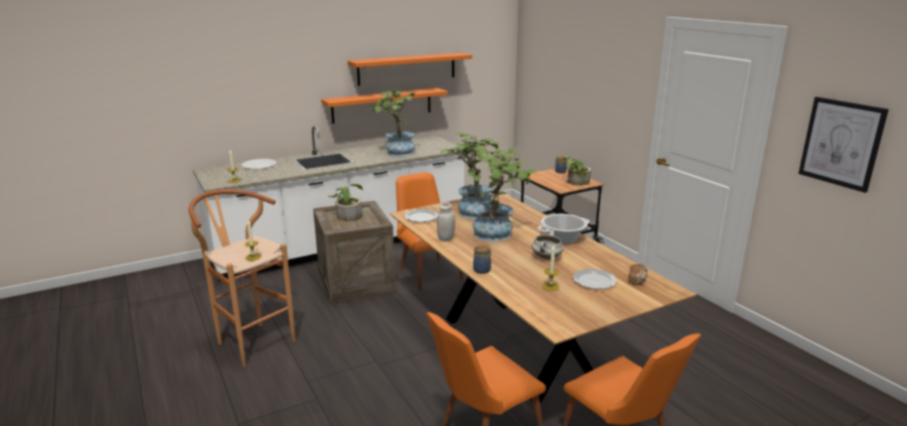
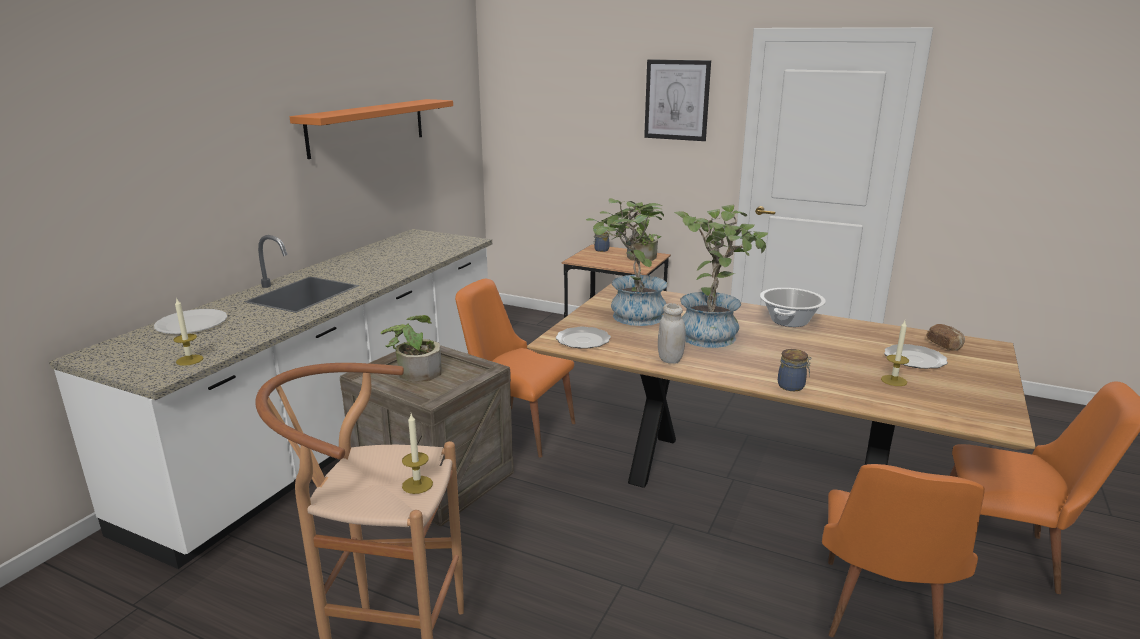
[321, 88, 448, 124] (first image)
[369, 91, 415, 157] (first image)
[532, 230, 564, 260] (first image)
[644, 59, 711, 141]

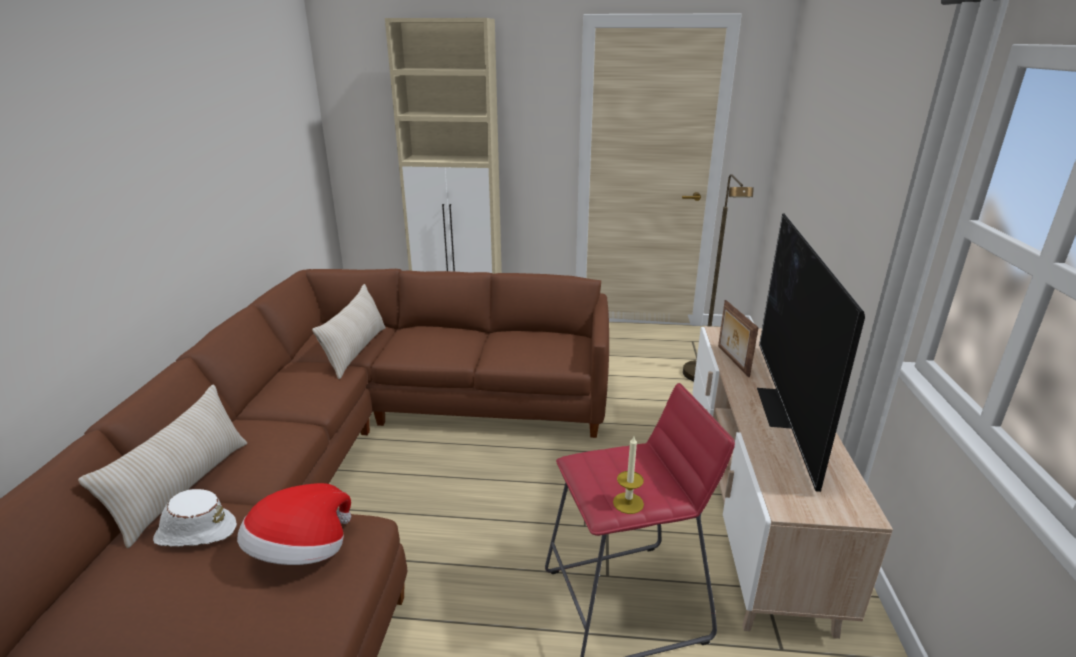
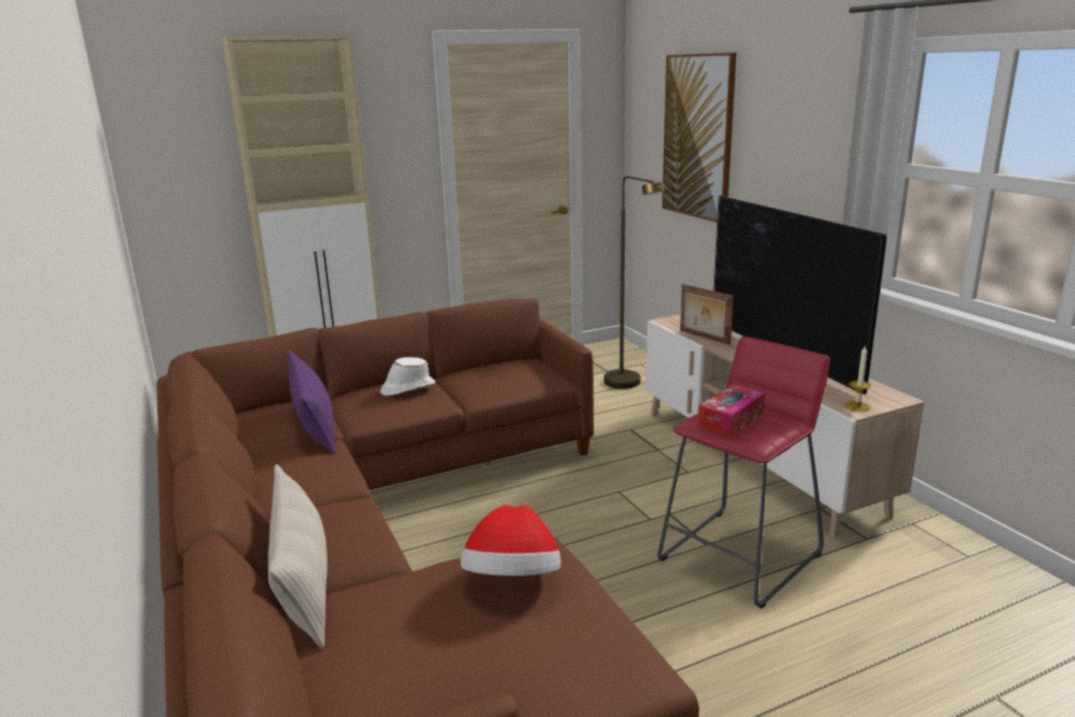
[380, 357, 435, 396]
[288, 350, 335, 454]
[844, 346, 871, 412]
[662, 53, 736, 222]
[698, 384, 765, 437]

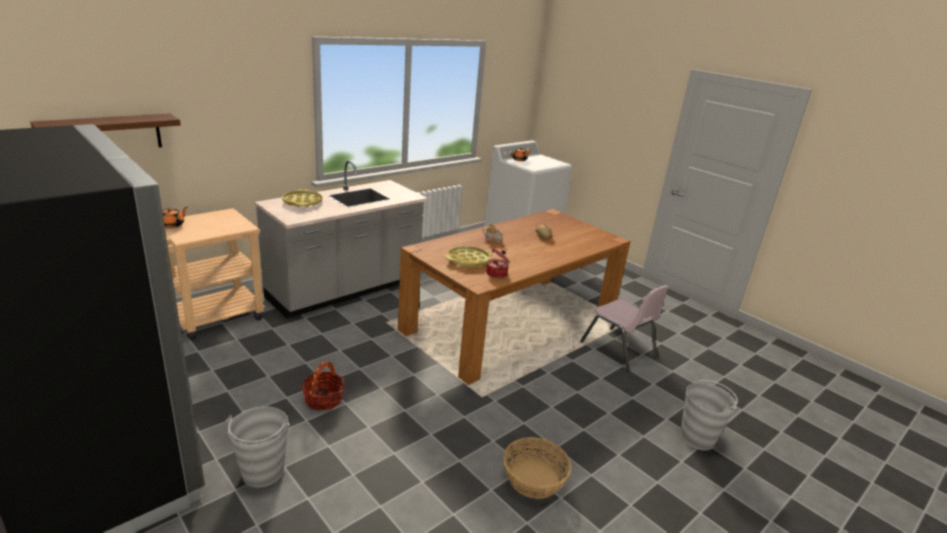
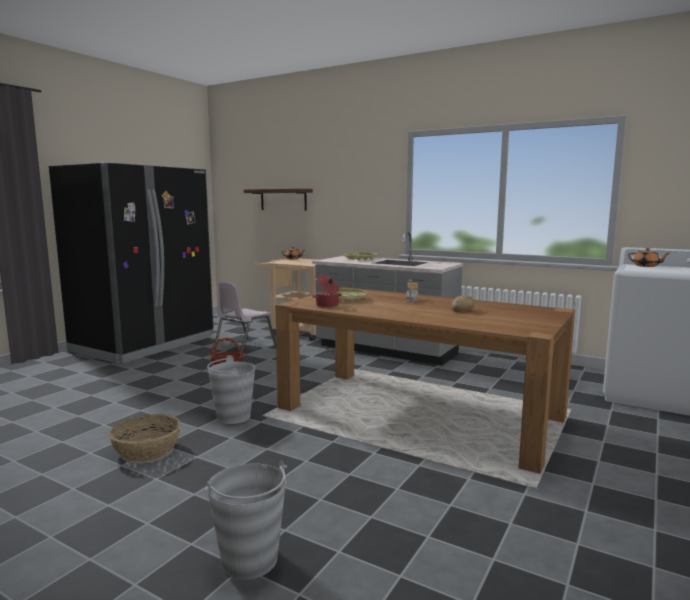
[207, 355, 255, 424]
[214, 282, 276, 352]

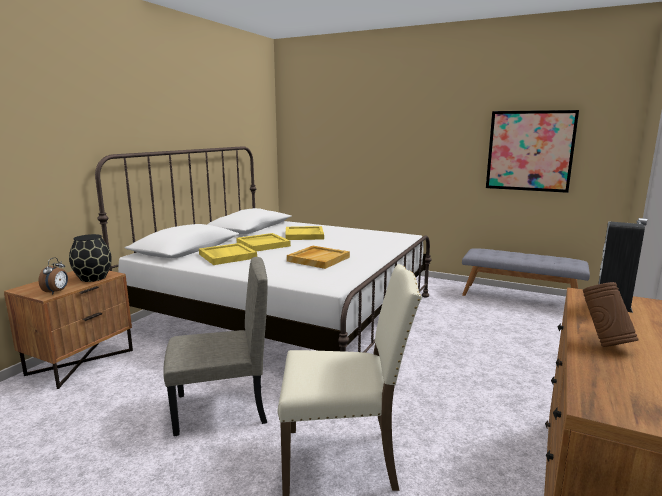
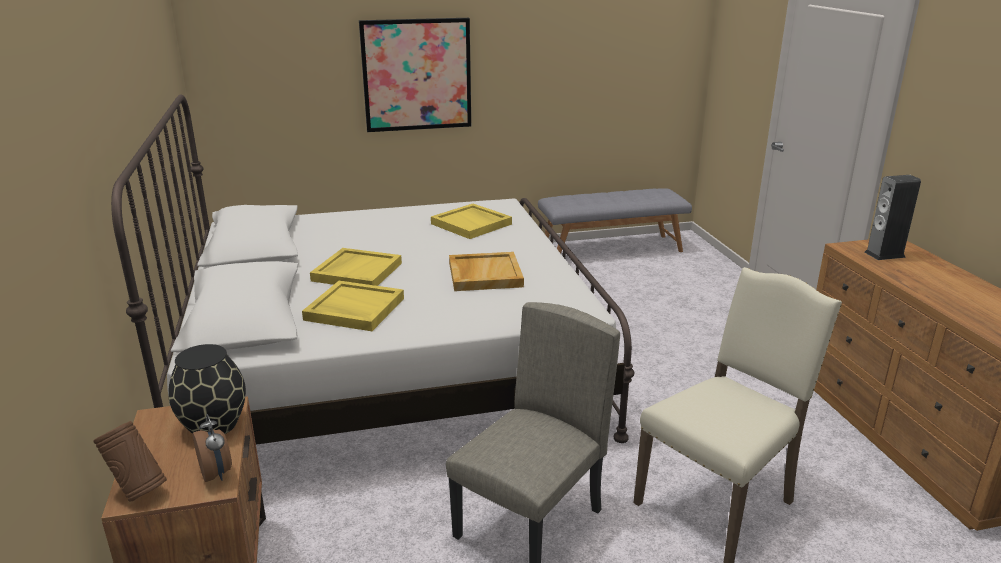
[431, 204, 512, 239]
[359, 18, 471, 132]
[93, 421, 167, 502]

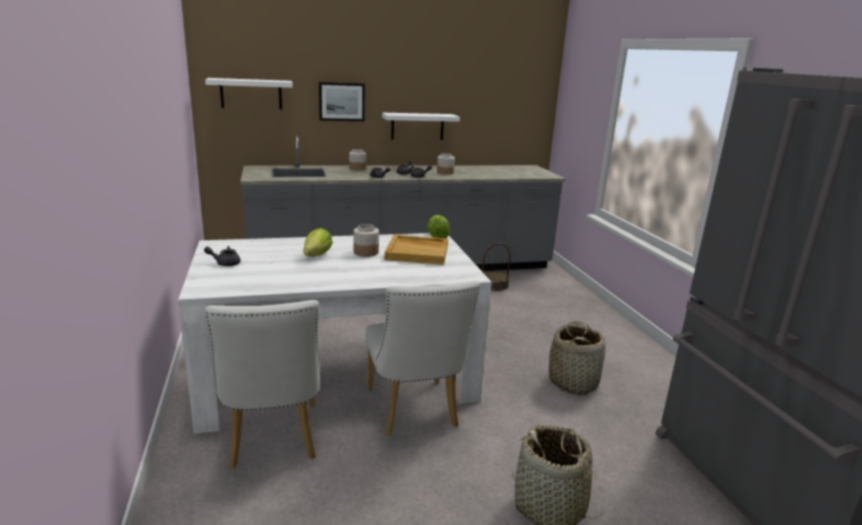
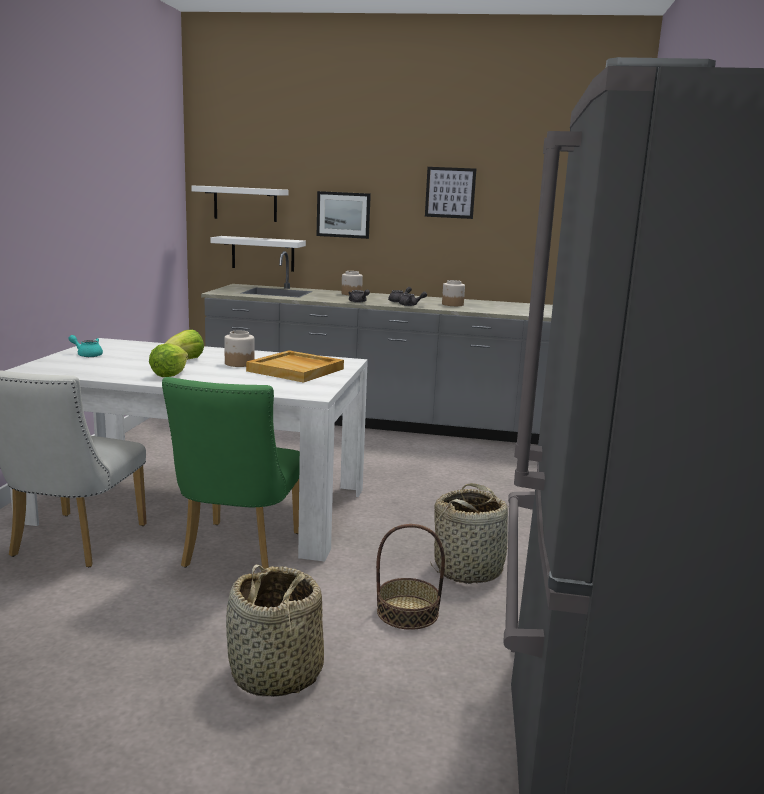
[68, 335, 103, 357]
[162, 377, 300, 569]
[210, 236, 306, 272]
[149, 343, 188, 377]
[376, 524, 445, 630]
[425, 167, 476, 219]

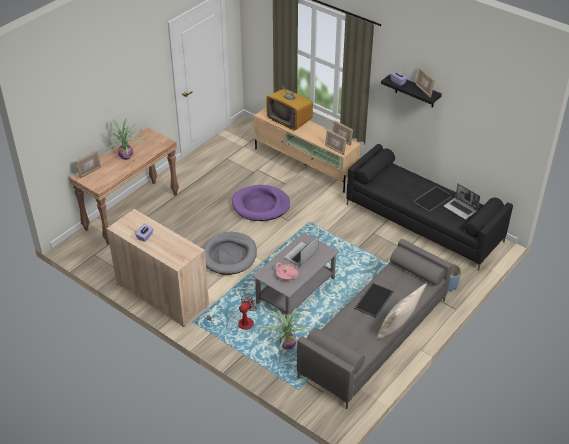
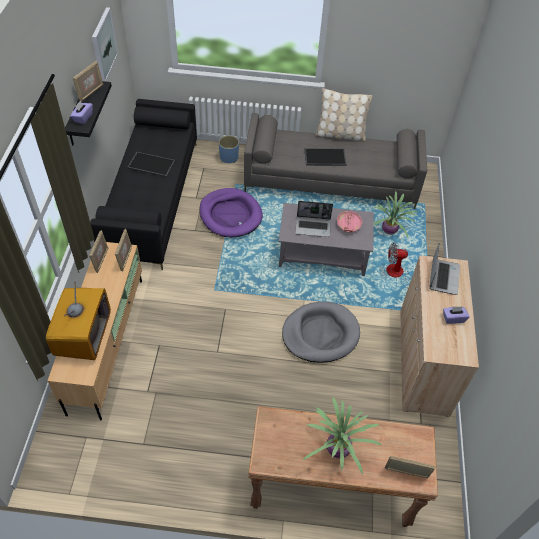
[199, 188, 263, 237]
[429, 242, 460, 295]
[92, 7, 118, 82]

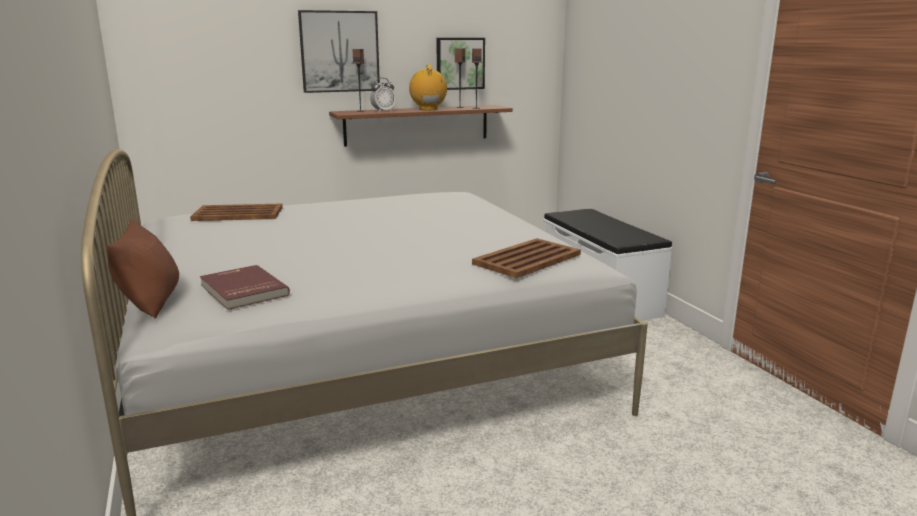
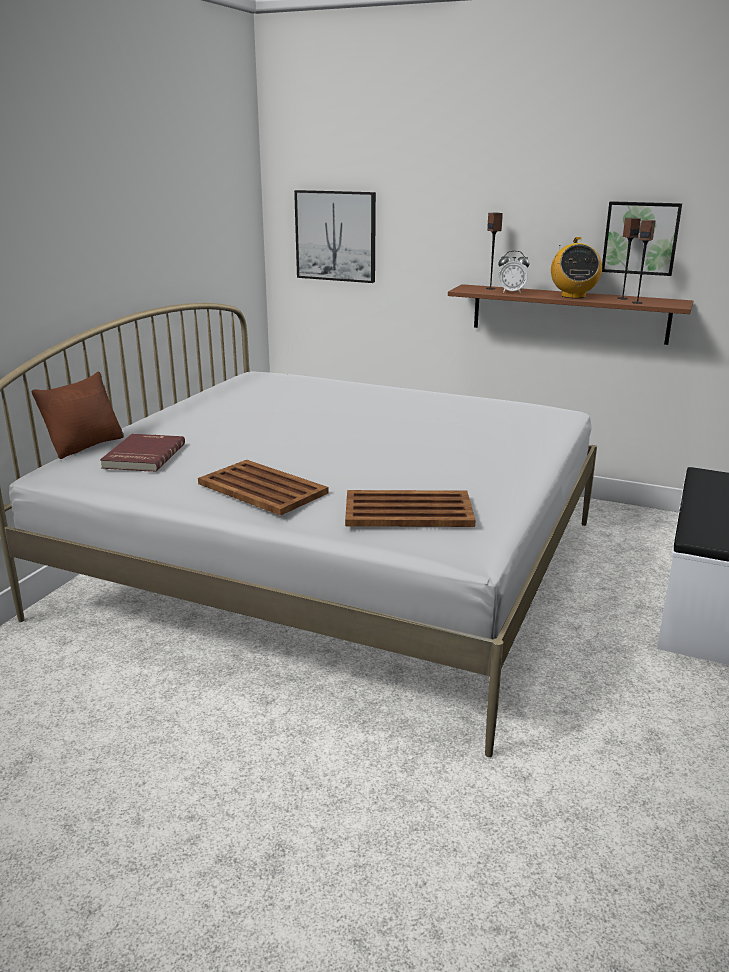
[198, 460, 329, 516]
[294, 190, 376, 283]
[551, 237, 602, 299]

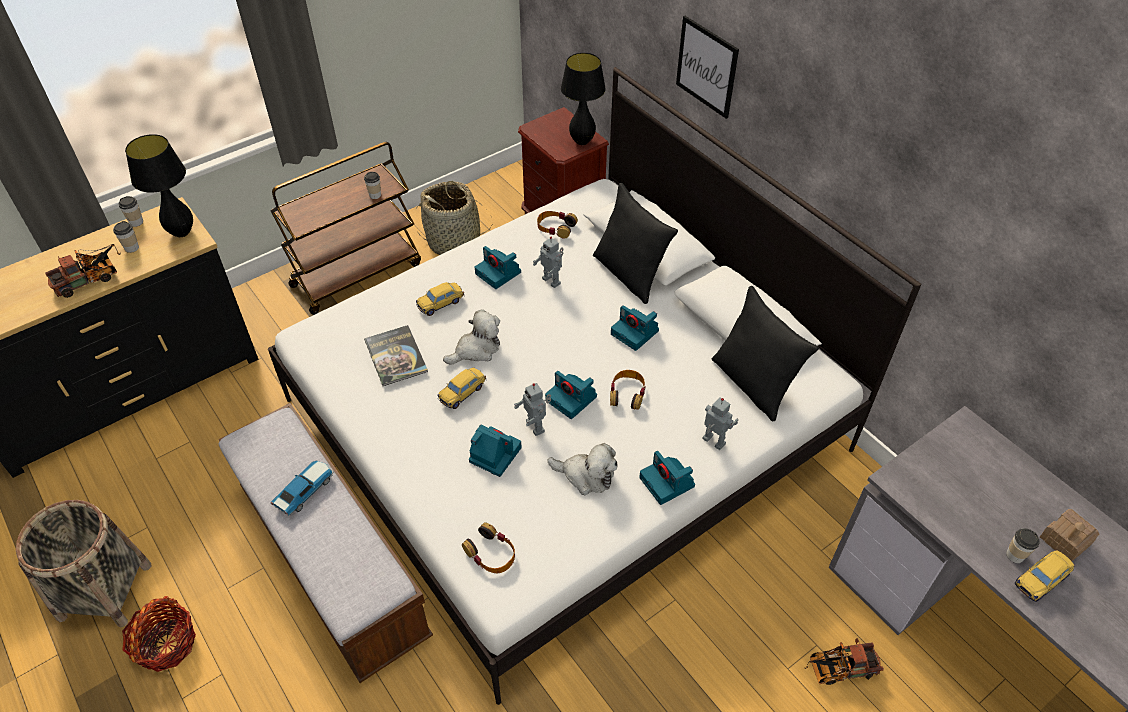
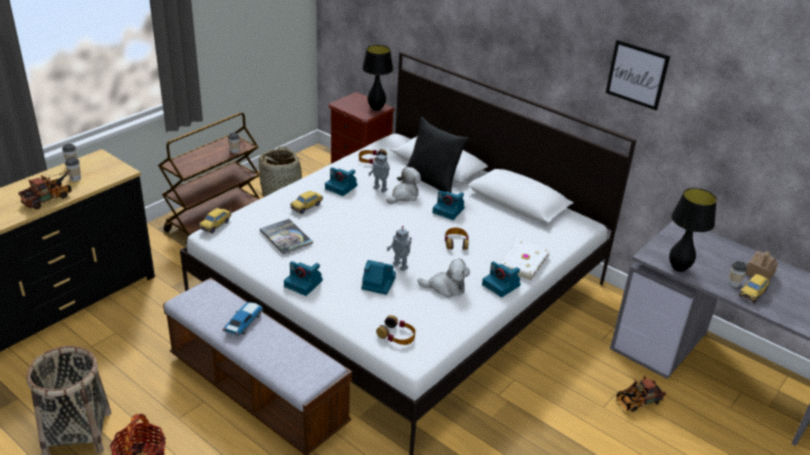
[669, 188, 717, 272]
[199, 208, 232, 233]
[387, 167, 421, 204]
[284, 261, 323, 296]
[606, 40, 670, 111]
[499, 240, 550, 281]
[712, 286, 819, 422] (first image)

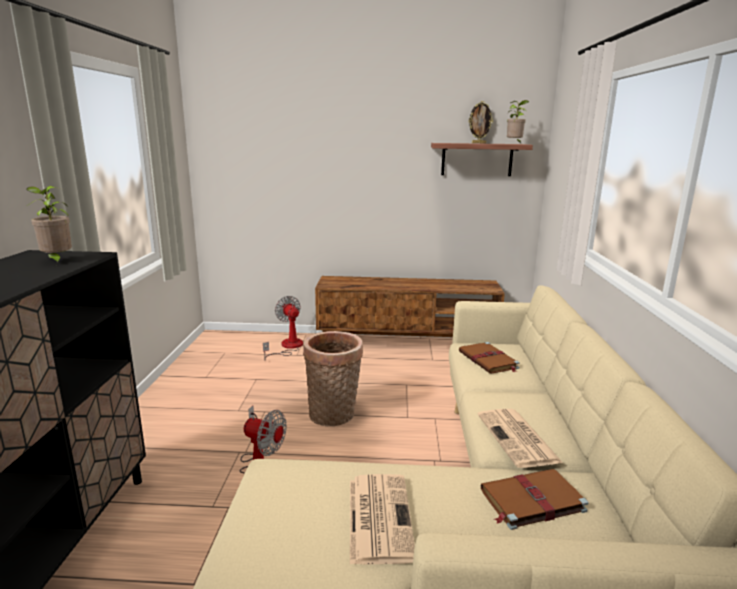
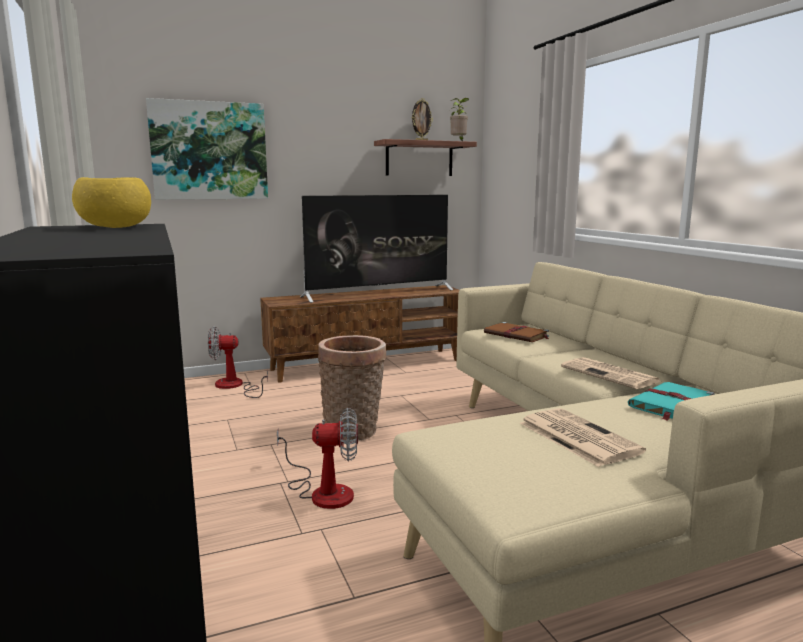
[72, 177, 151, 228]
[208, 326, 268, 398]
[628, 382, 715, 421]
[146, 98, 268, 200]
[300, 195, 453, 303]

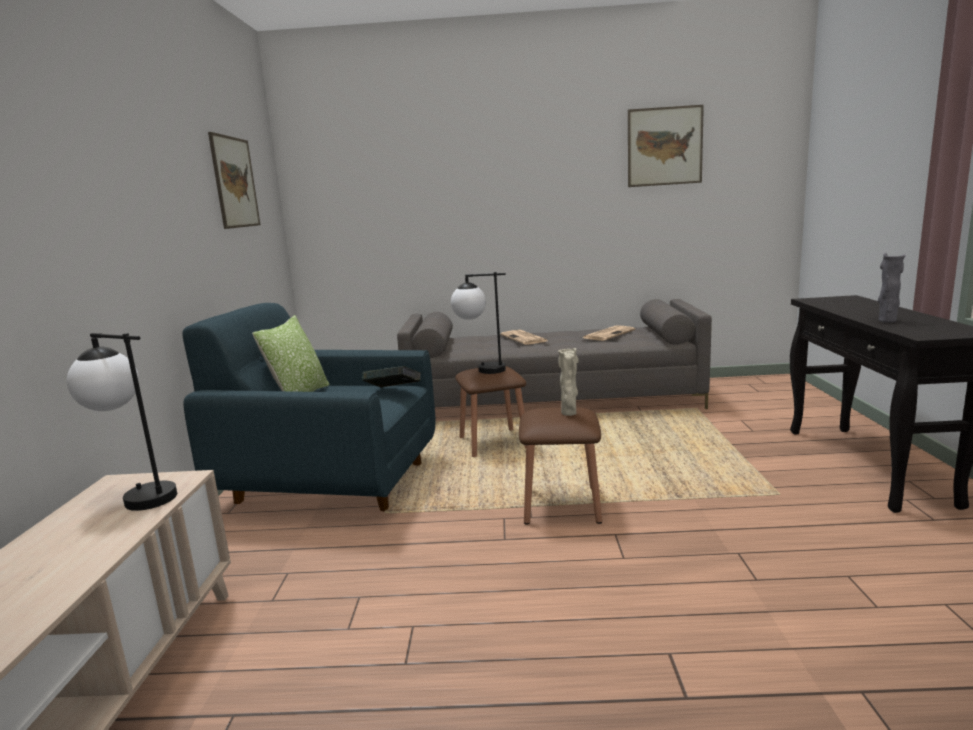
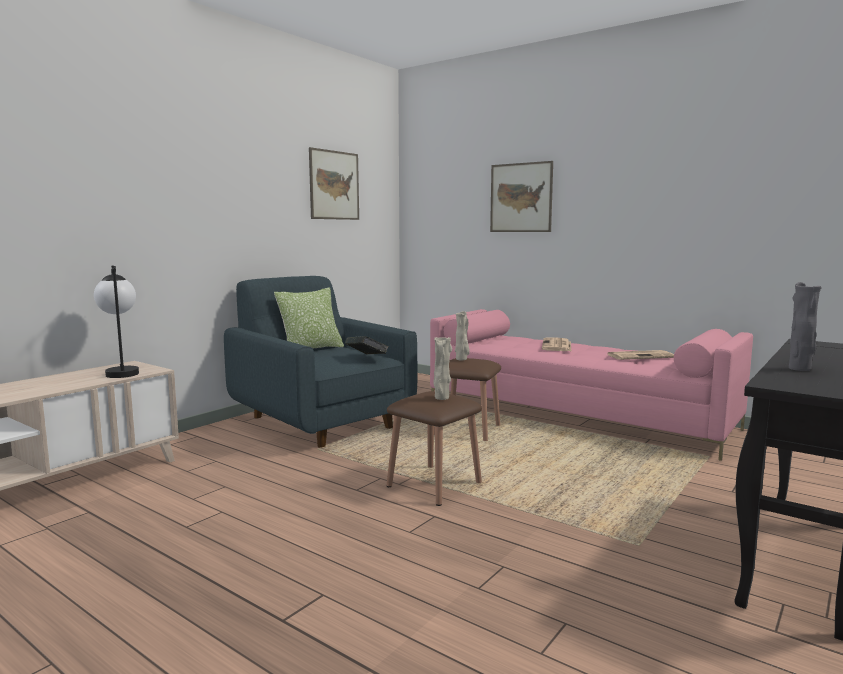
[430, 309, 753, 461]
[455, 311, 470, 360]
[490, 161, 553, 232]

